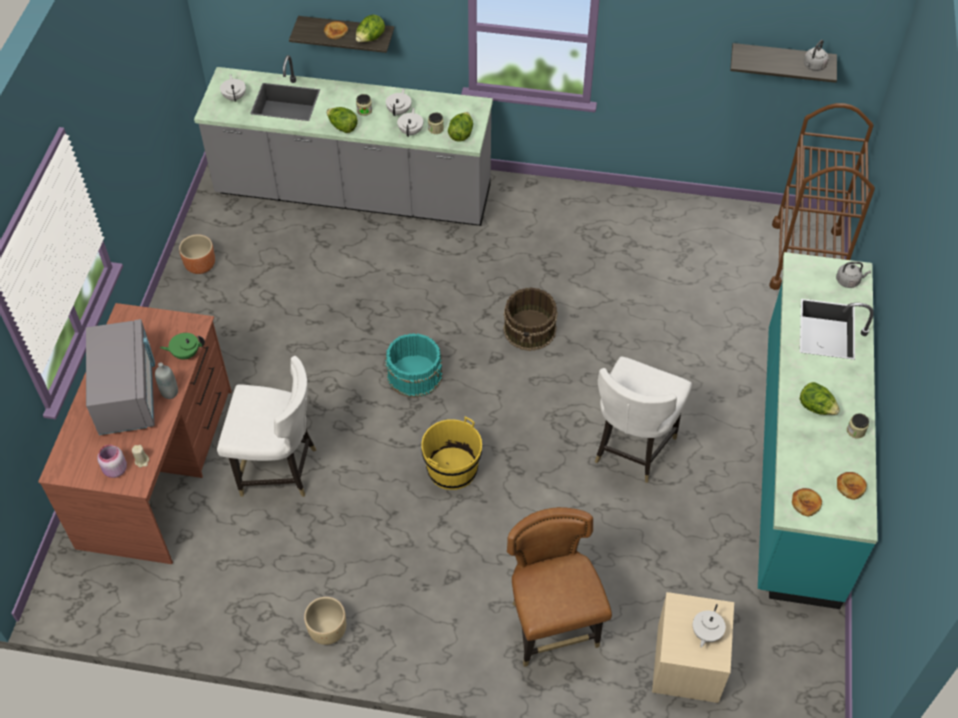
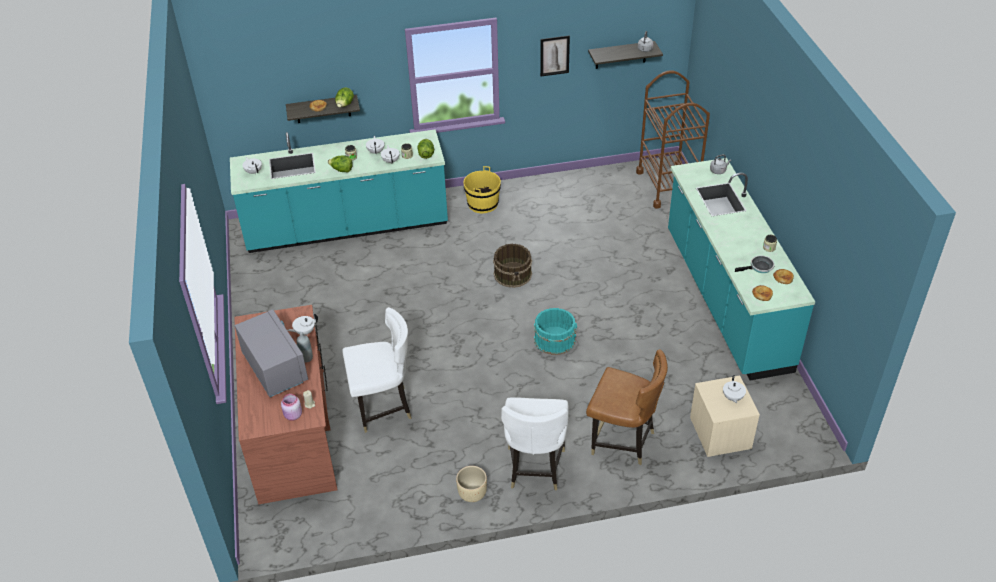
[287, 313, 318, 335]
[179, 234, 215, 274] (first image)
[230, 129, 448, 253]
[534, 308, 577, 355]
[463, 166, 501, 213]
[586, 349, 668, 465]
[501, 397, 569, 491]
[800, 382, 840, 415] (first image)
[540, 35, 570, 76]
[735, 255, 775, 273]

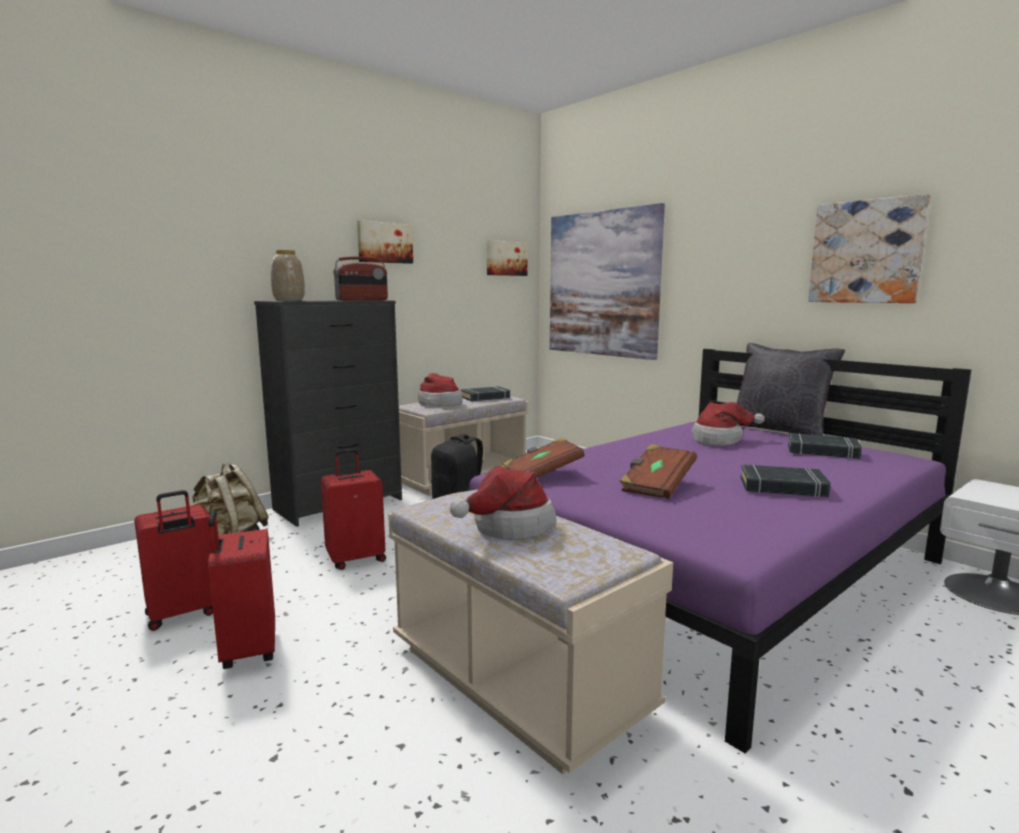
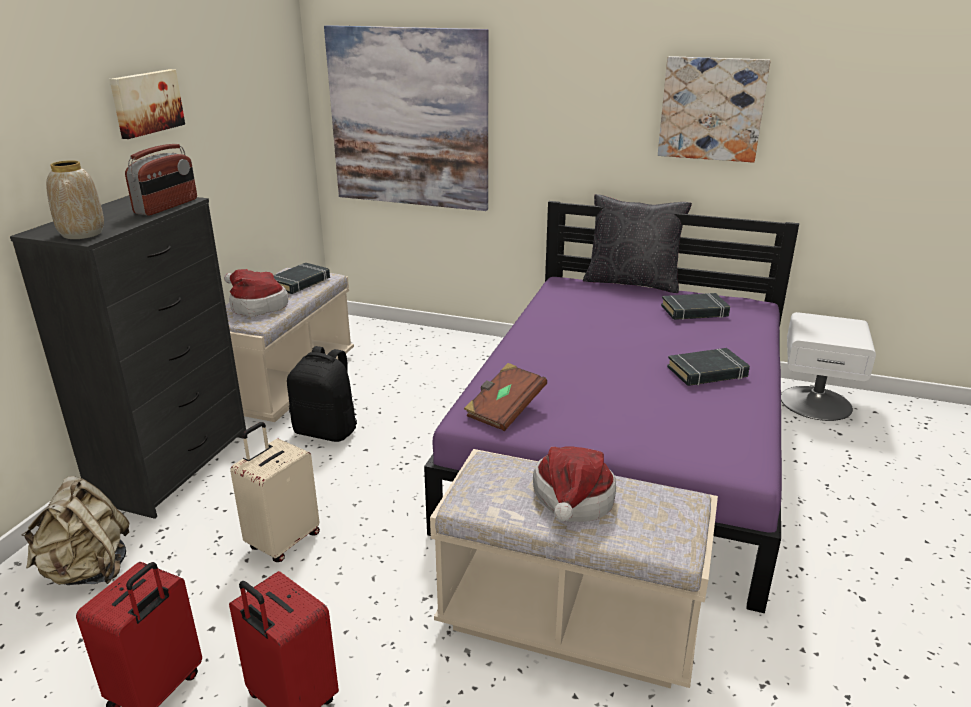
[230, 422, 320, 562]
[487, 240, 528, 276] (first image)
[620, 444, 697, 499] (first image)
[692, 402, 765, 446] (first image)

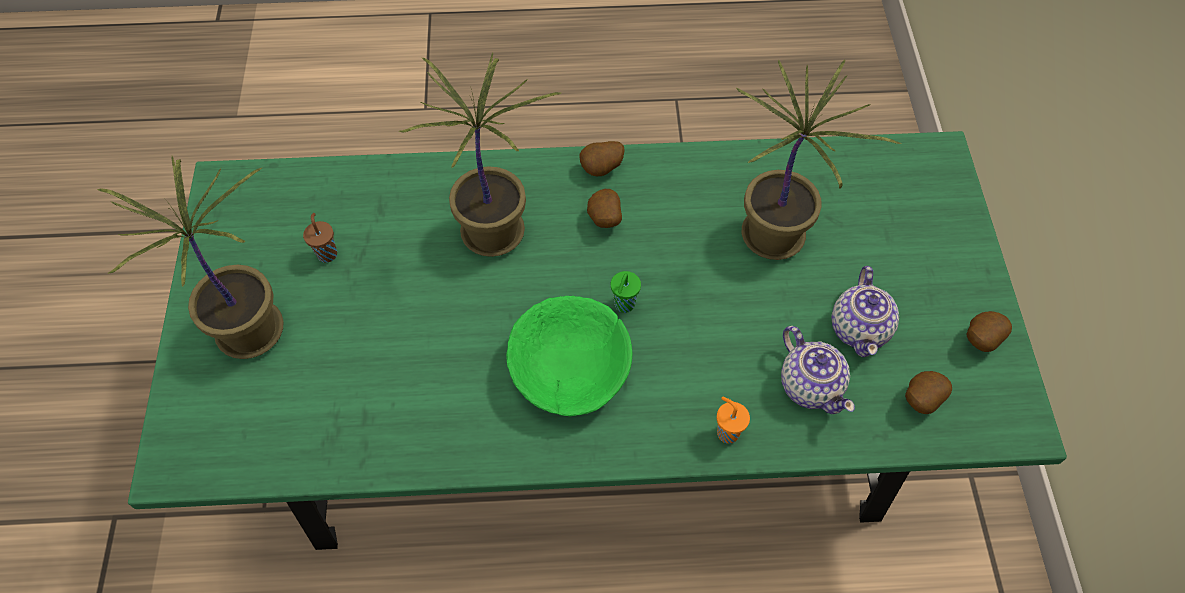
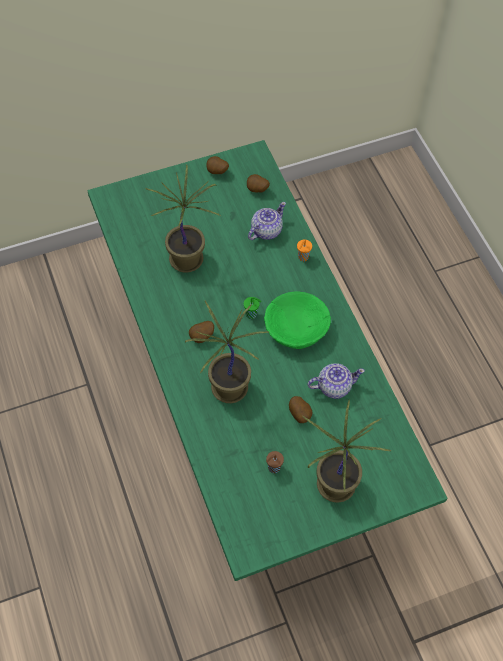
[289, 396, 312, 423]
[307, 363, 365, 399]

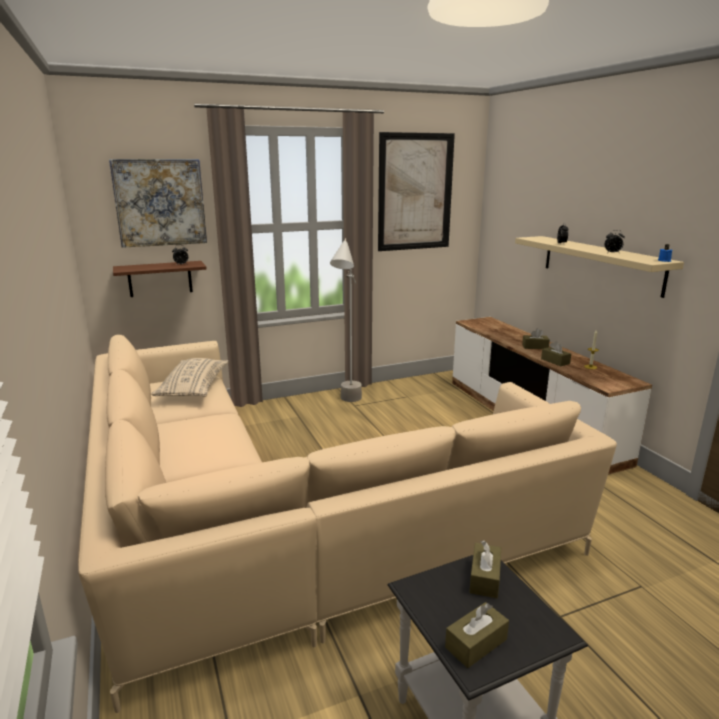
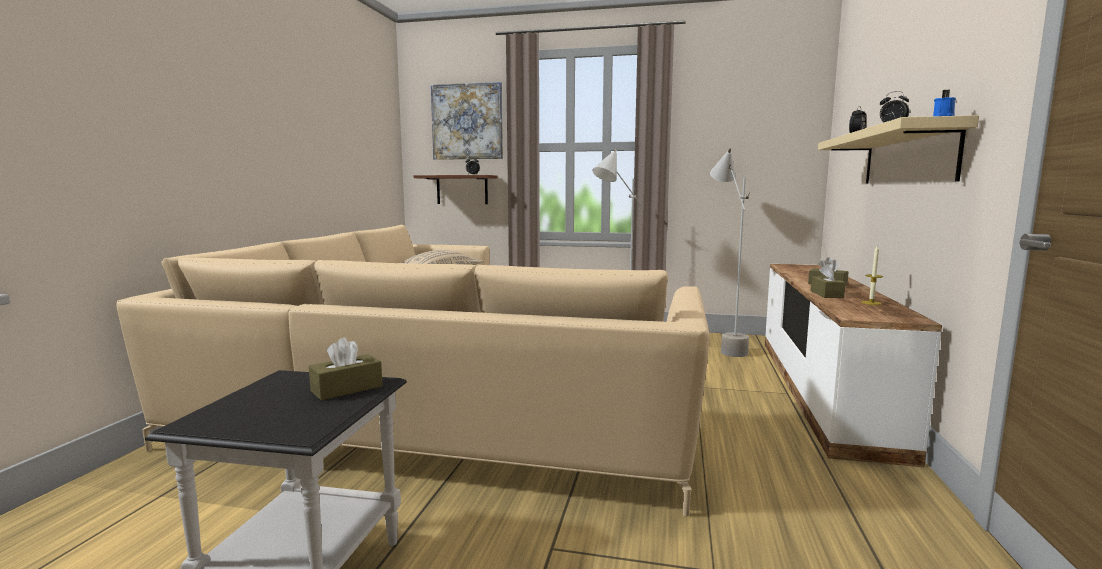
[378, 132, 455, 251] (first image)
[445, 602, 509, 668] (first image)
[710, 149, 750, 357]

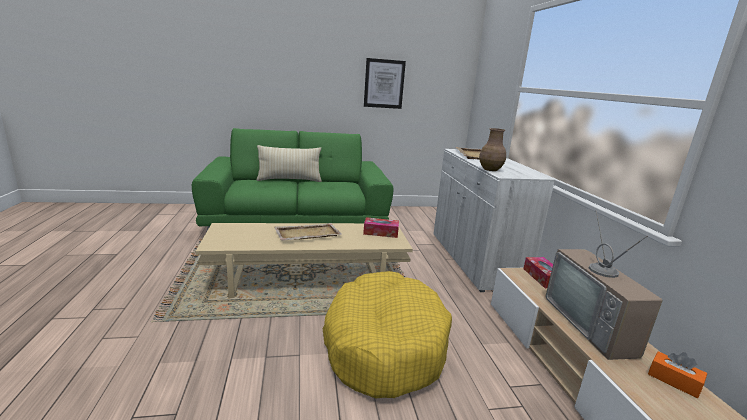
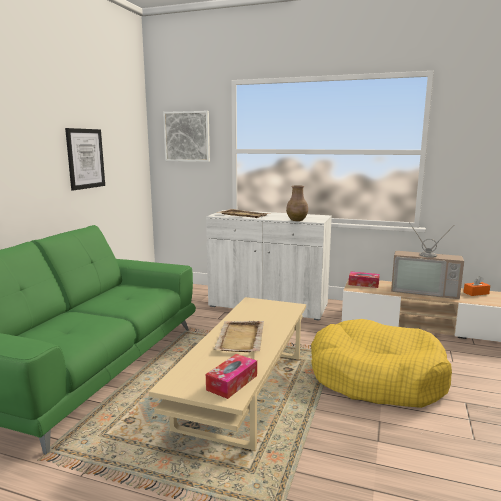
[256, 145, 321, 182] (first image)
[206, 354, 257, 399]
[163, 111, 210, 162]

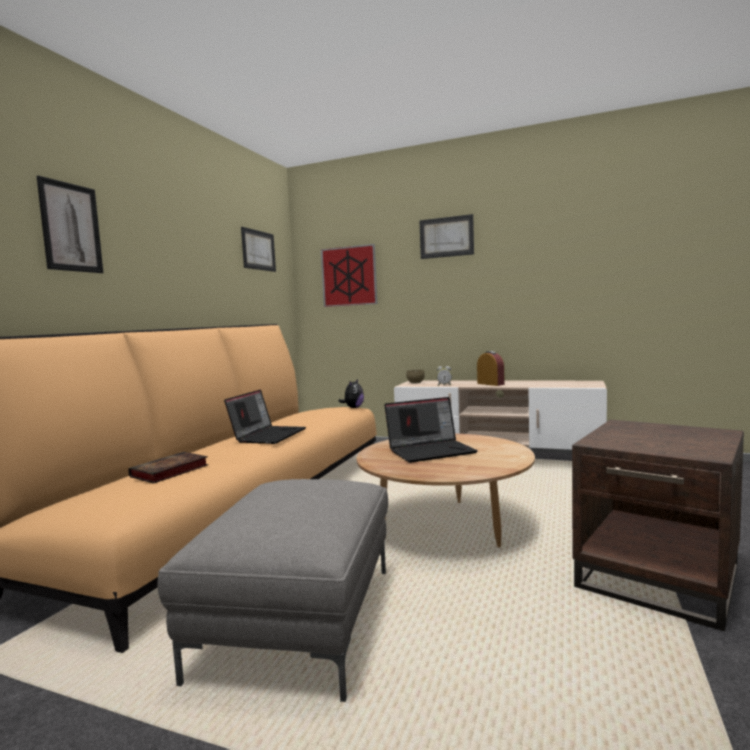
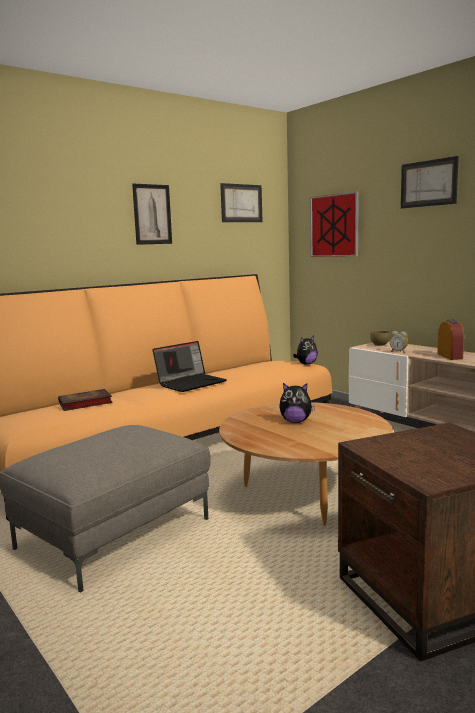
[132, 184, 172, 245]
[279, 383, 315, 423]

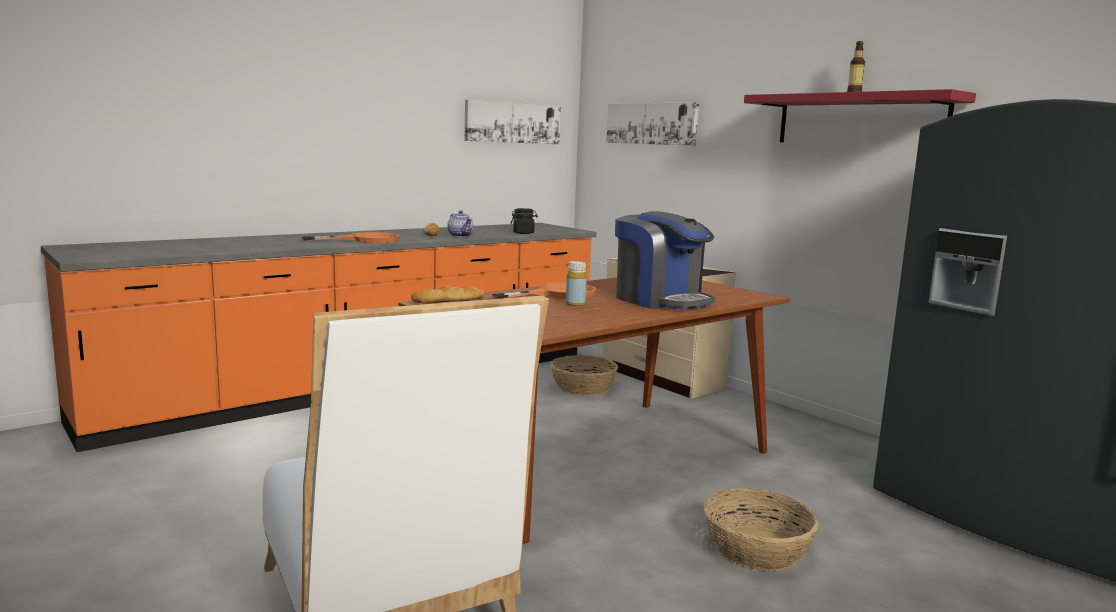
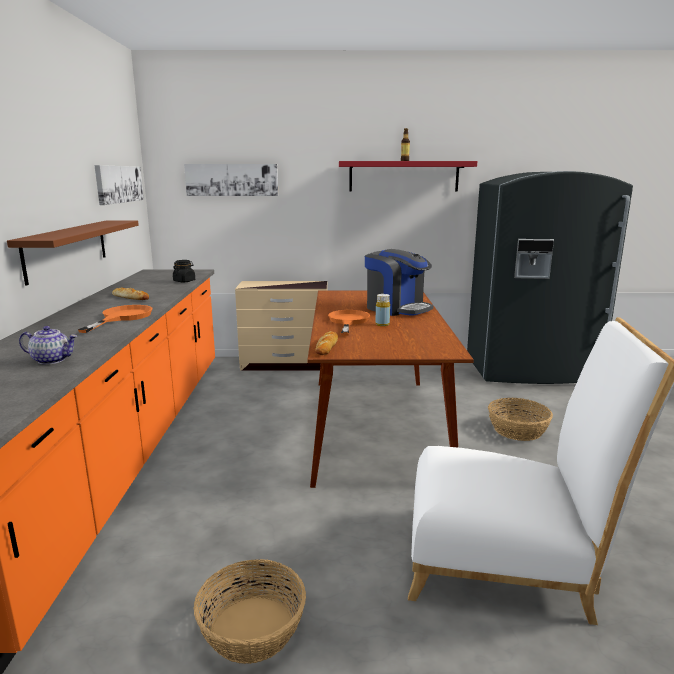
[19, 326, 77, 365]
[194, 559, 306, 664]
[365, 249, 434, 316]
[7, 221, 139, 286]

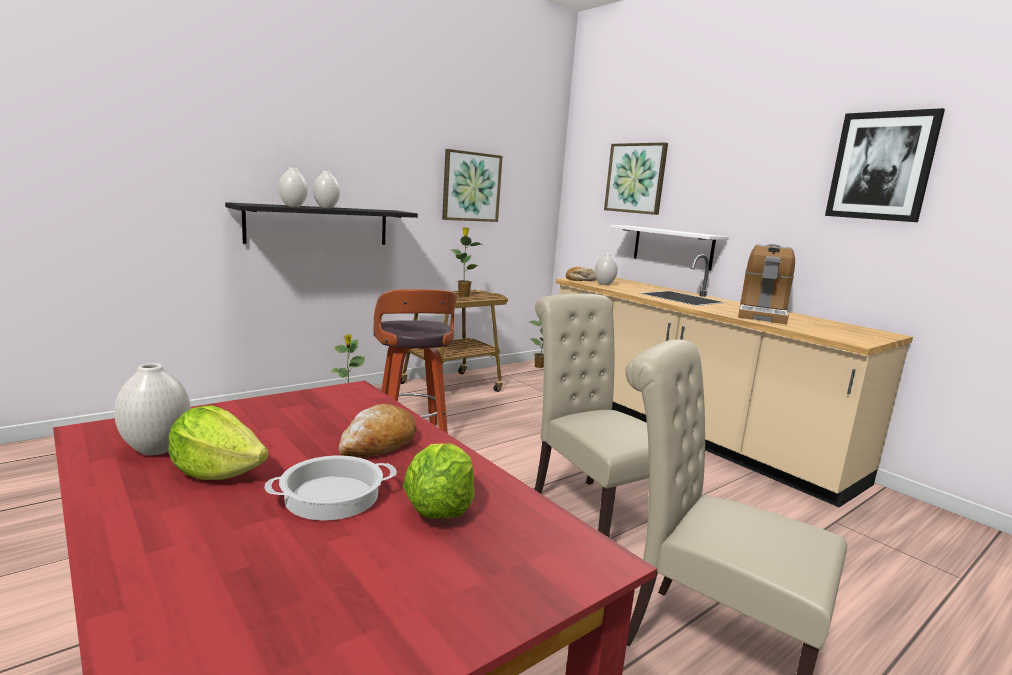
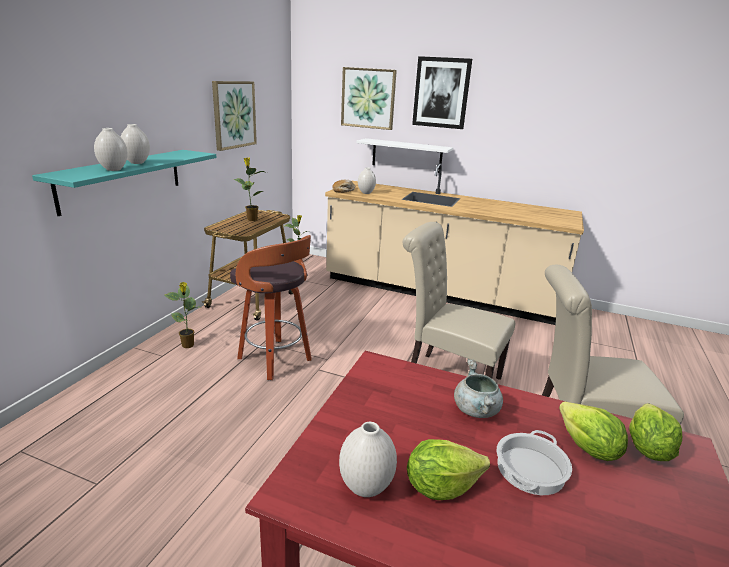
[32, 150, 216, 216]
[454, 359, 503, 418]
[738, 244, 795, 324] (first image)
[412, 56, 472, 129]
[629, 403, 682, 461]

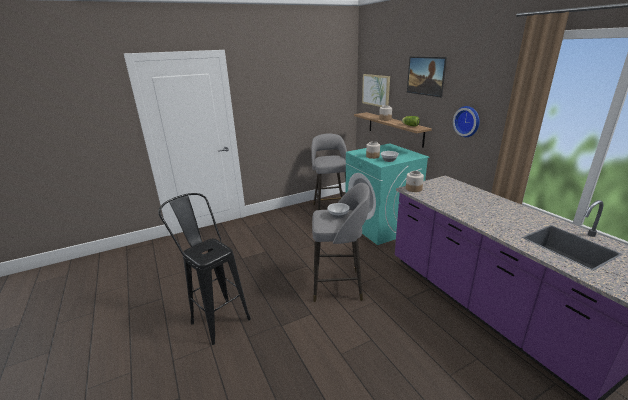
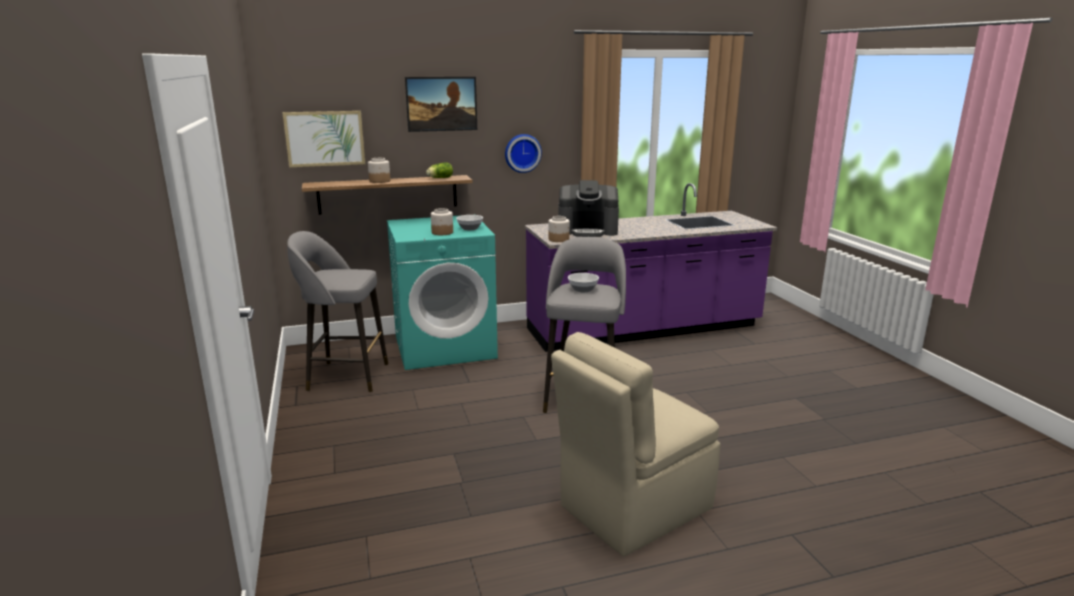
[551, 332, 720, 556]
[558, 180, 619, 237]

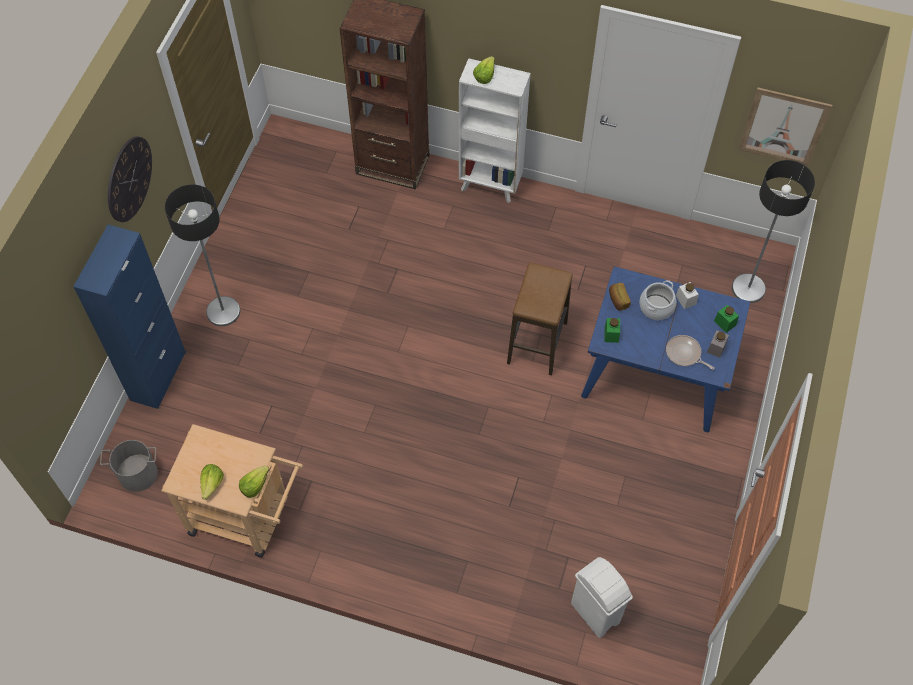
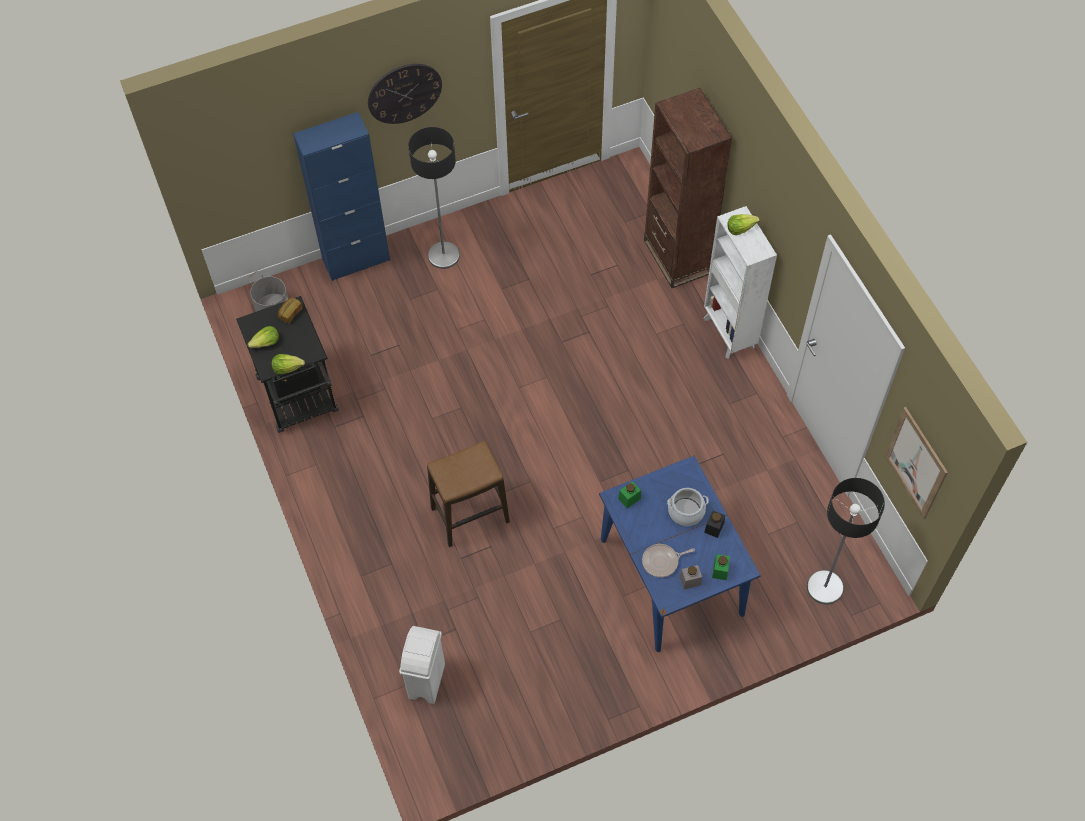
[236, 296, 339, 433]
[427, 441, 510, 547]
[278, 297, 302, 323]
[642, 544, 695, 577]
[704, 511, 725, 538]

